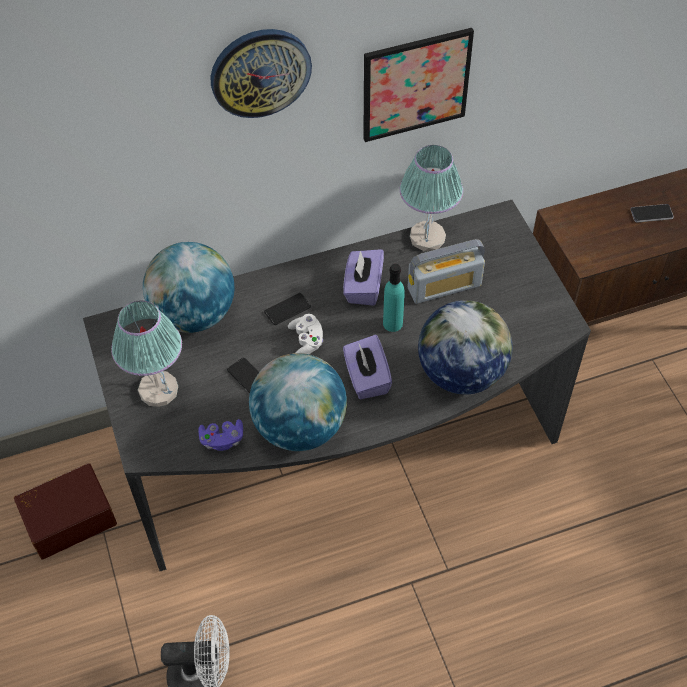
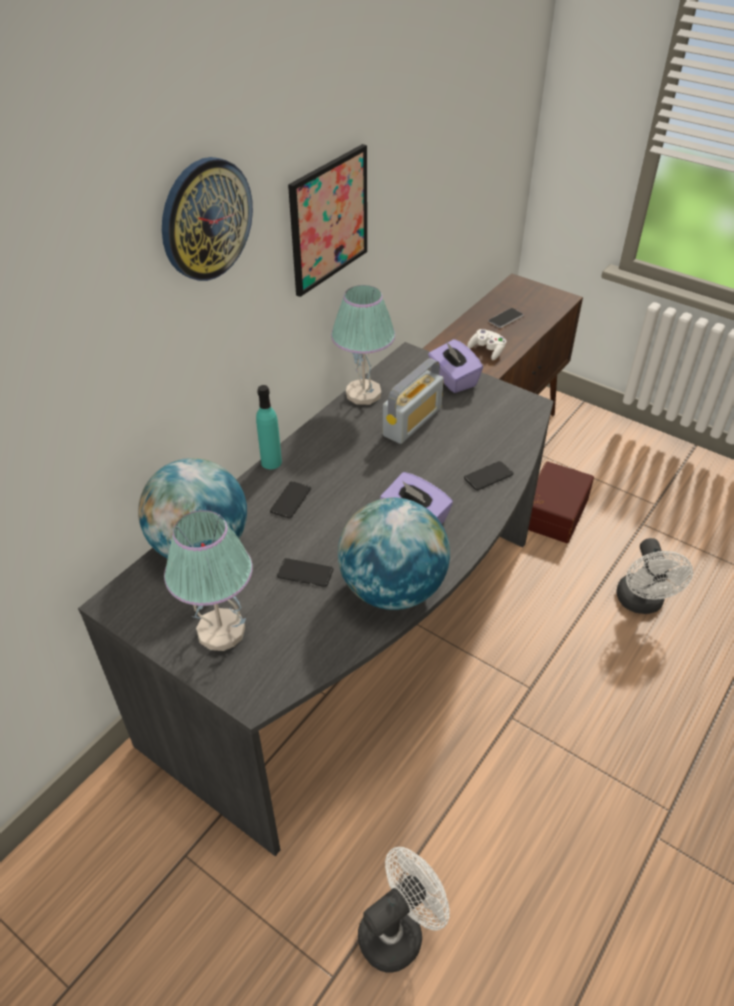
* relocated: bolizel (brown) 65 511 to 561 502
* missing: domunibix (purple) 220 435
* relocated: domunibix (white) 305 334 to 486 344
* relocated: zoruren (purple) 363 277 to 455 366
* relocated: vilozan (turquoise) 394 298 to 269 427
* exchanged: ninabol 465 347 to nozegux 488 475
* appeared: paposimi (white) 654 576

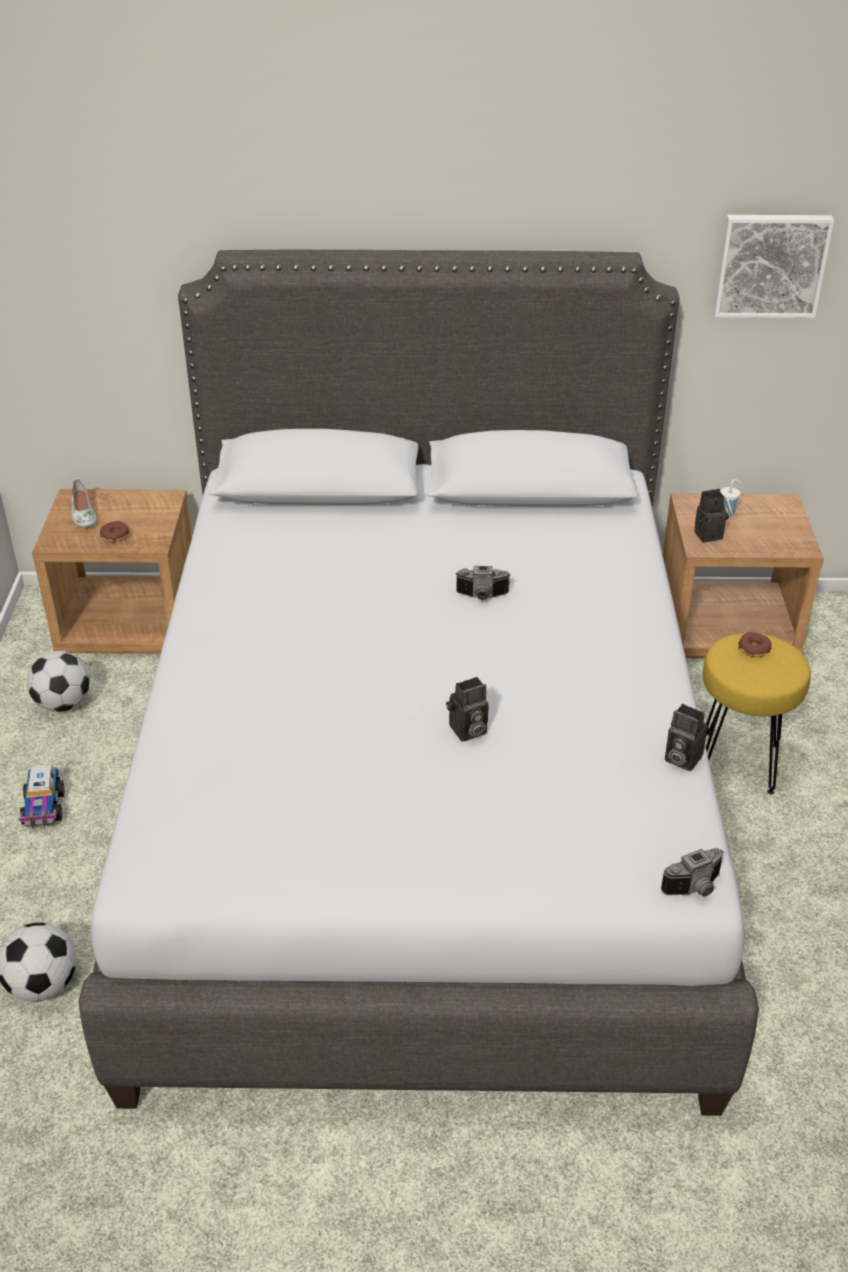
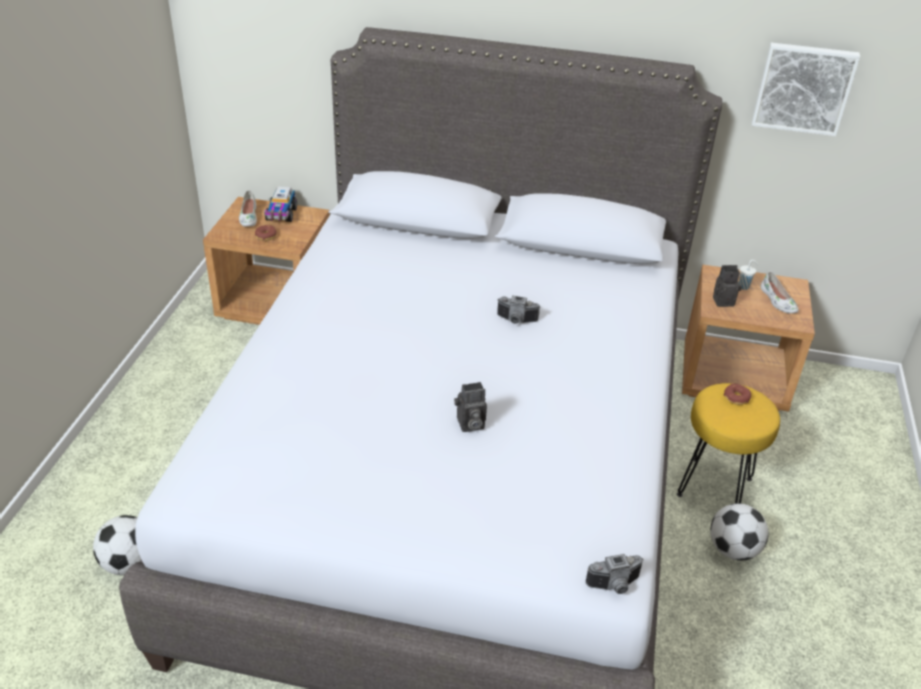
* relocated: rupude 42 797 to 280 204
* relocated: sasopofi 58 681 to 739 531
* missing: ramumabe 686 737
* appeared: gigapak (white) 780 292

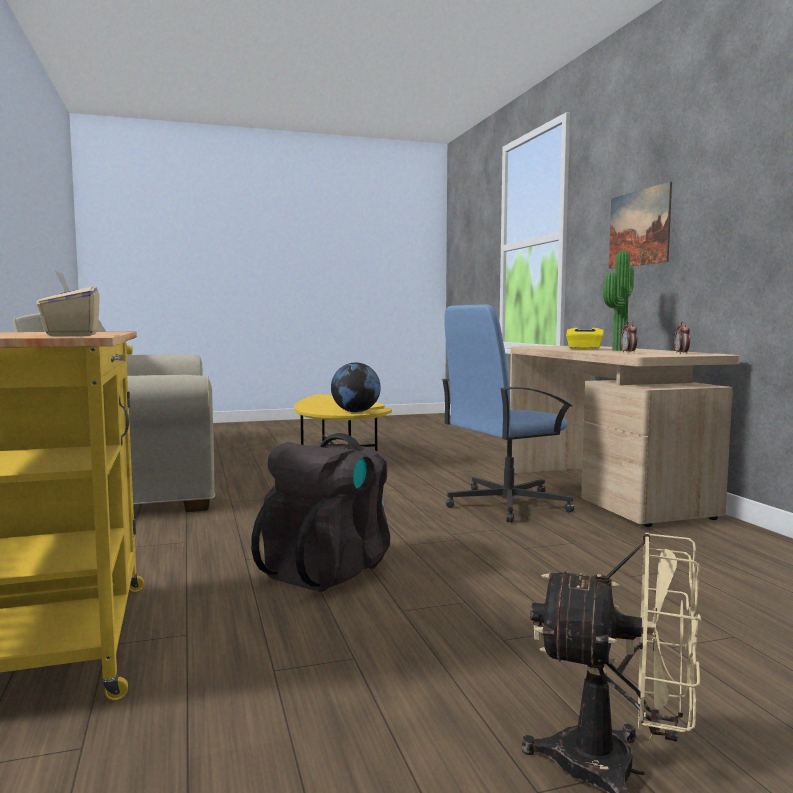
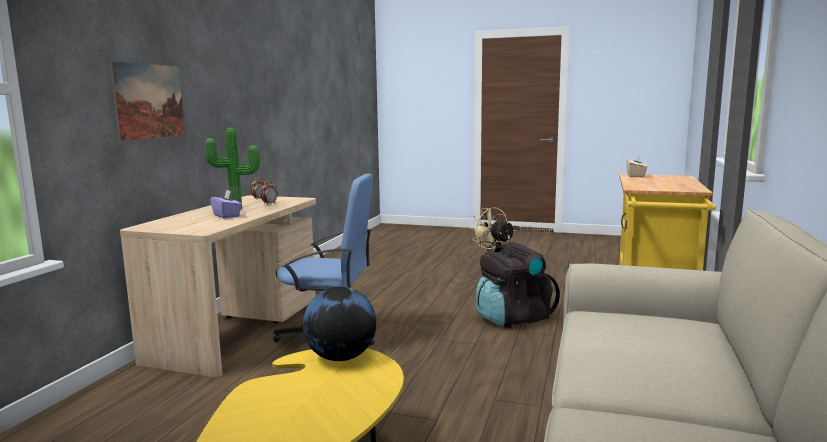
* colour: zoruren (yellow) 585 335 to zoruren (purple) 226 204

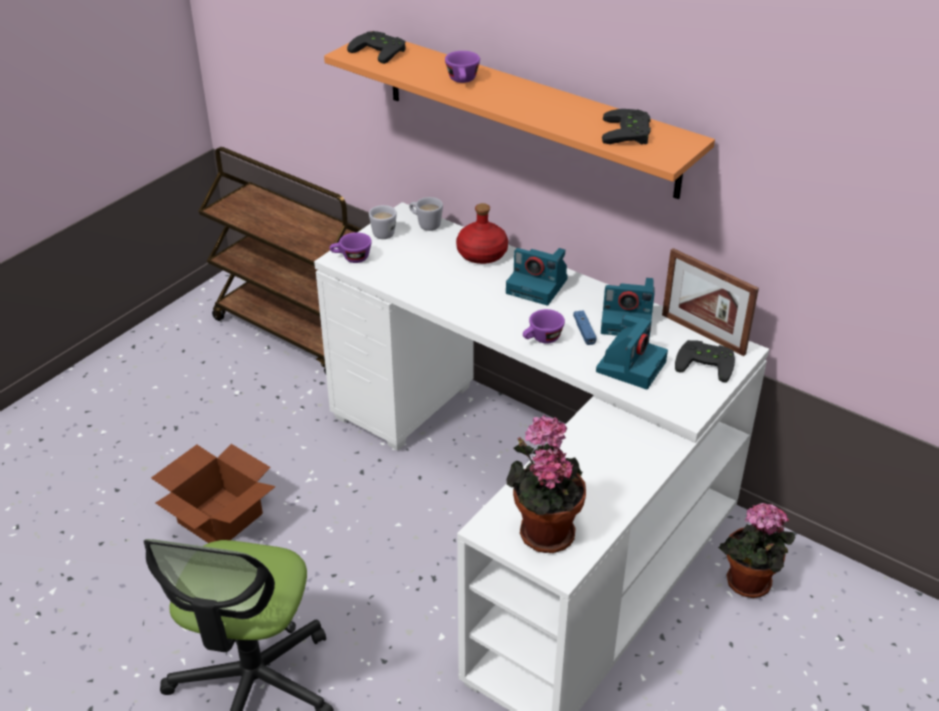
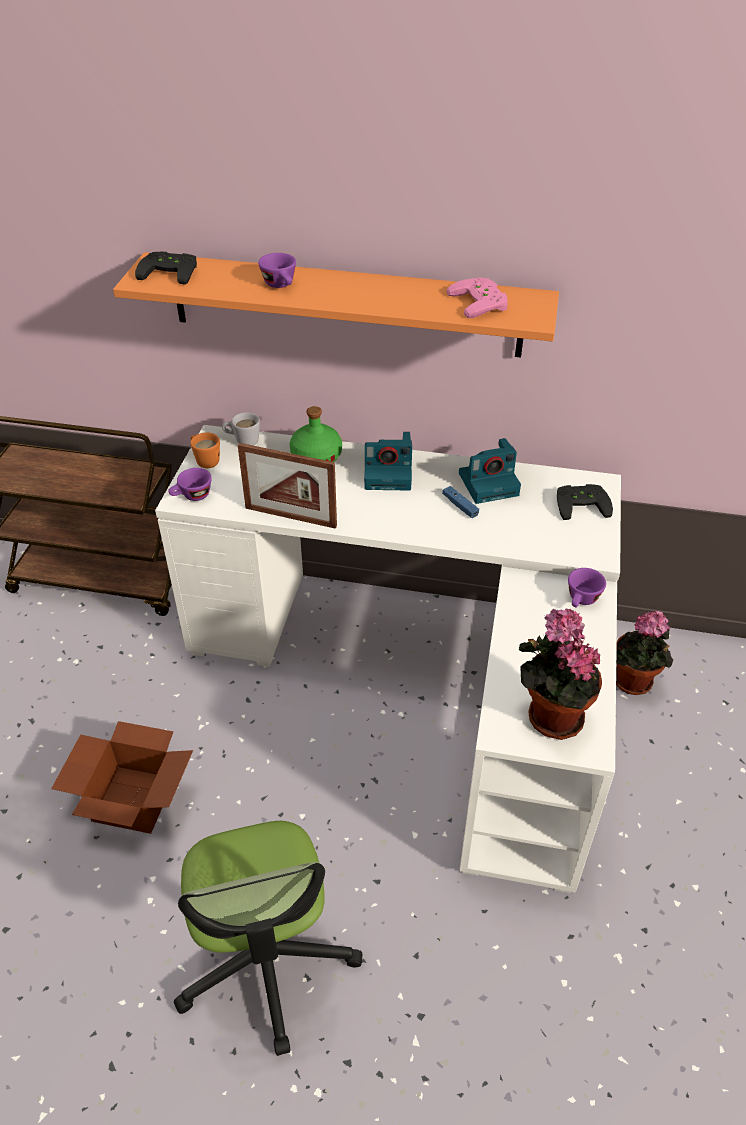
* colour: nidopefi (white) 383 222 to nidopefi (orange) 205 450
* colour: vilozan (red) 482 233 to vilozan (green) 315 434
* relocated: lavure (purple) 544 326 to 587 588
* missing: ramumabe 632 352
* colour: domunibix (black) 626 126 to domunibix (pink) 477 298
* relocated: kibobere 710 302 to 287 486

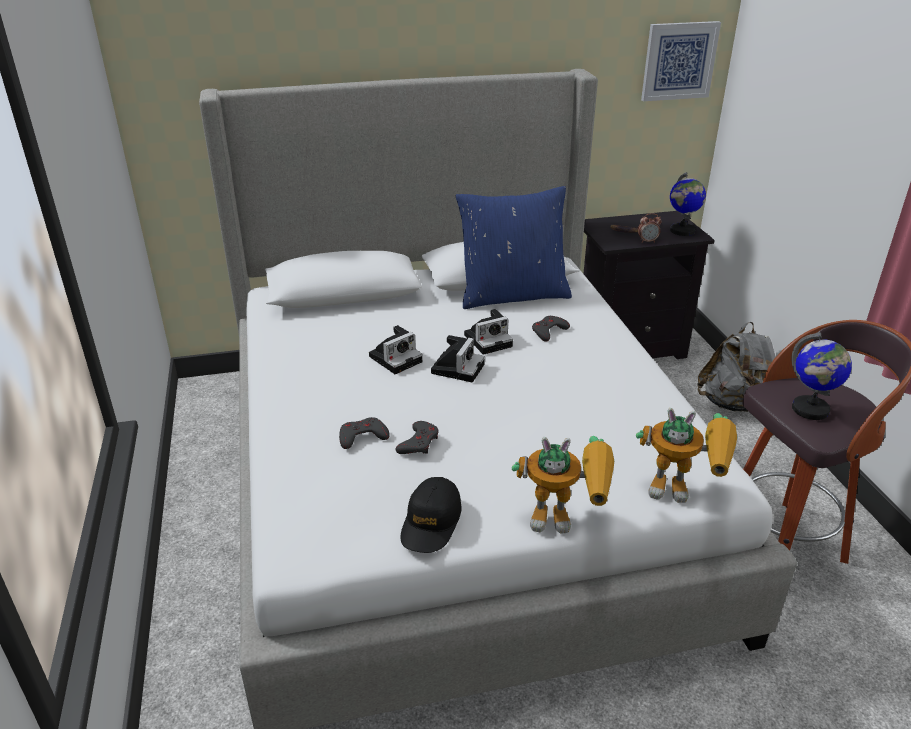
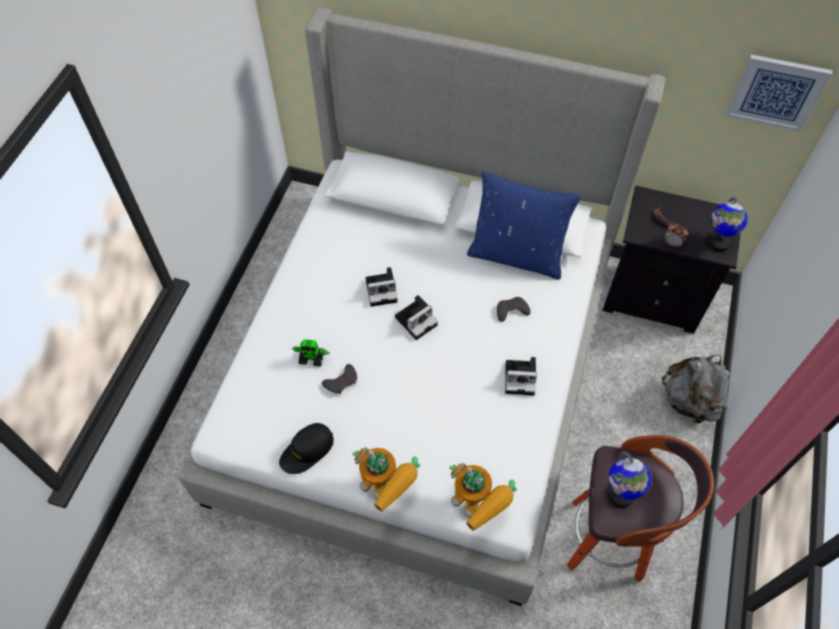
* exchanged: domunibix (grey) 364 433 to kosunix 310 353
* relocated: ramumabe 488 332 to 521 376

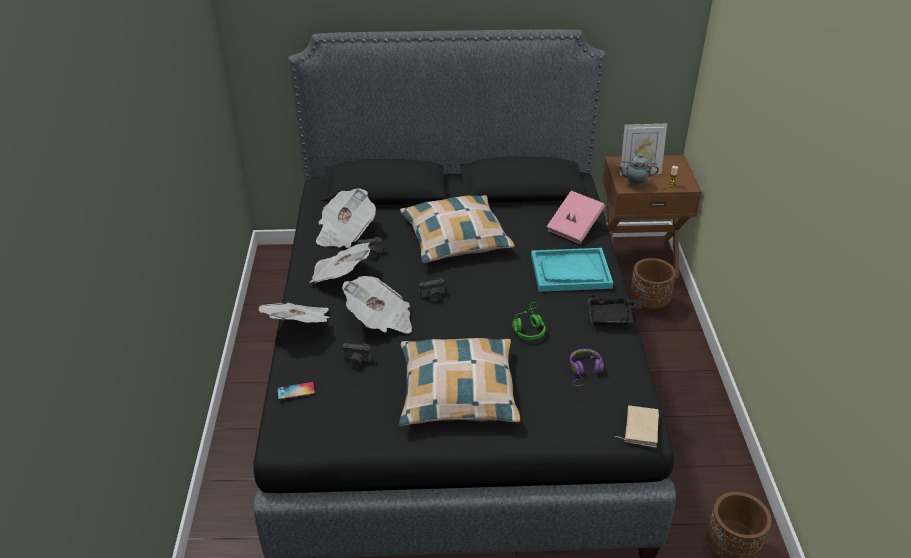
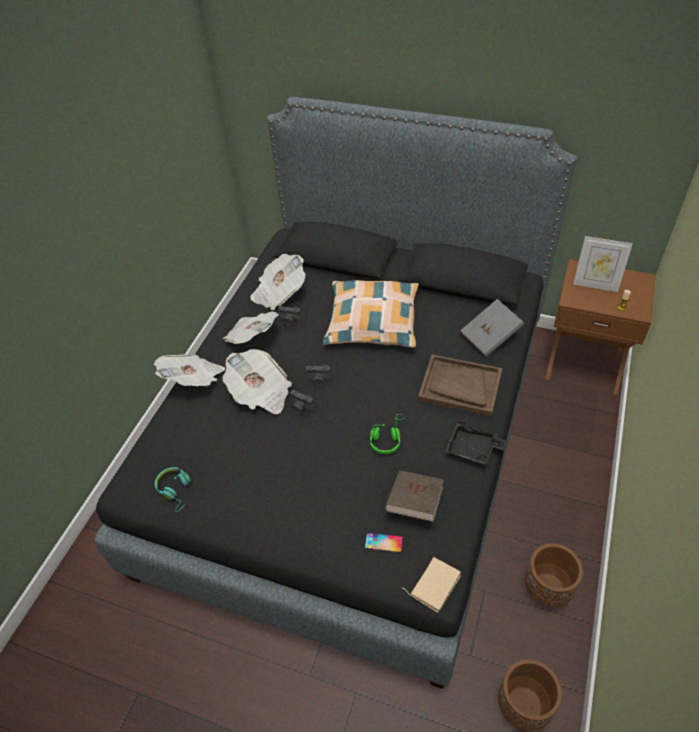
* relocated: nozegux 296 391 to 384 543
* relocated: ramumabe 357 355 to 302 402
* missing: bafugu 459 382
* colour: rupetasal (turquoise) 572 270 to rupetasal (brown) 460 385
* colour: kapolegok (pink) 575 217 to kapolegok (grey) 492 328
* exchanged: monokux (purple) 587 367 to kapolegok (brown) 414 496
* missing: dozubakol 638 170
* relocated: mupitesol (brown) 653 285 to 554 575
* appeared: monokux (turquoise) 173 489

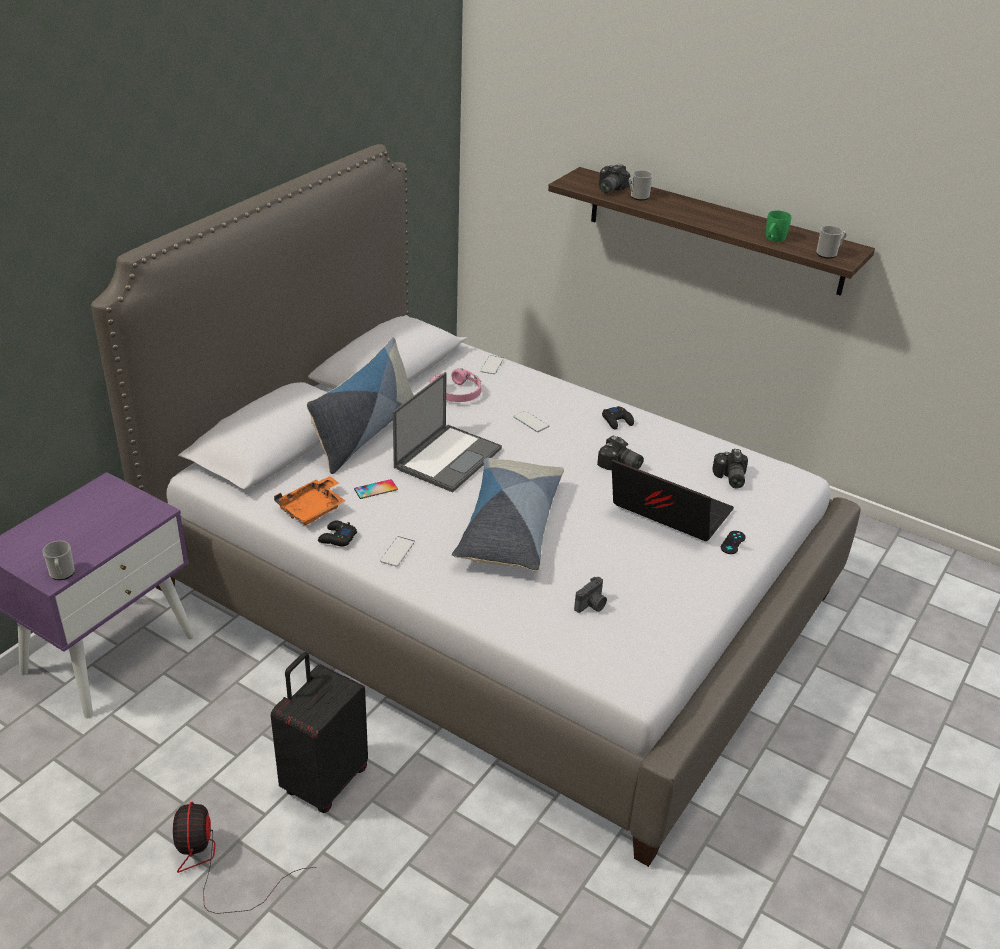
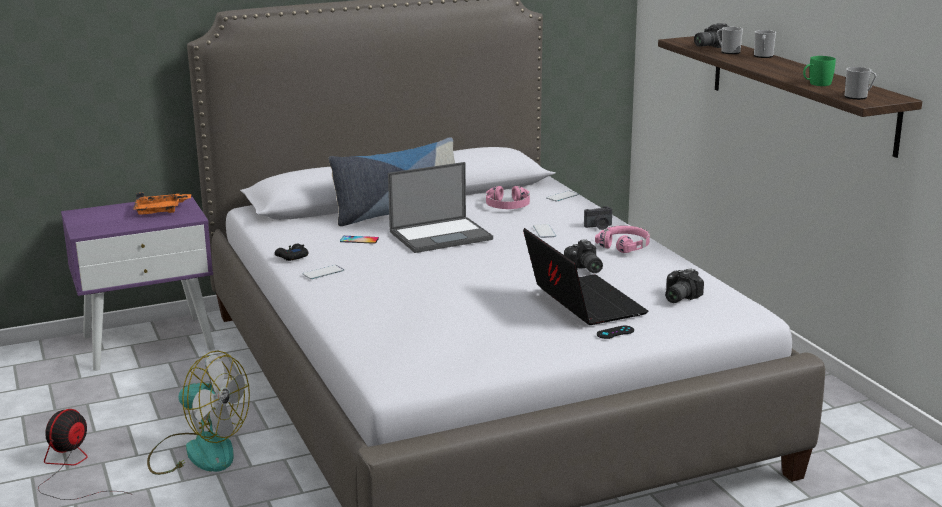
* relocated: nidopefi 58 560 to 765 44
* exchanged: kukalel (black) 319 732 to paposimi 198 412
* relocated: rupetasal (orange) 309 500 to 162 204
* missing: bafugu 508 514
* relocated: ramumabe 590 595 to 598 218
* exchanged: domunibix (black) 618 418 to monokux (pink) 622 239

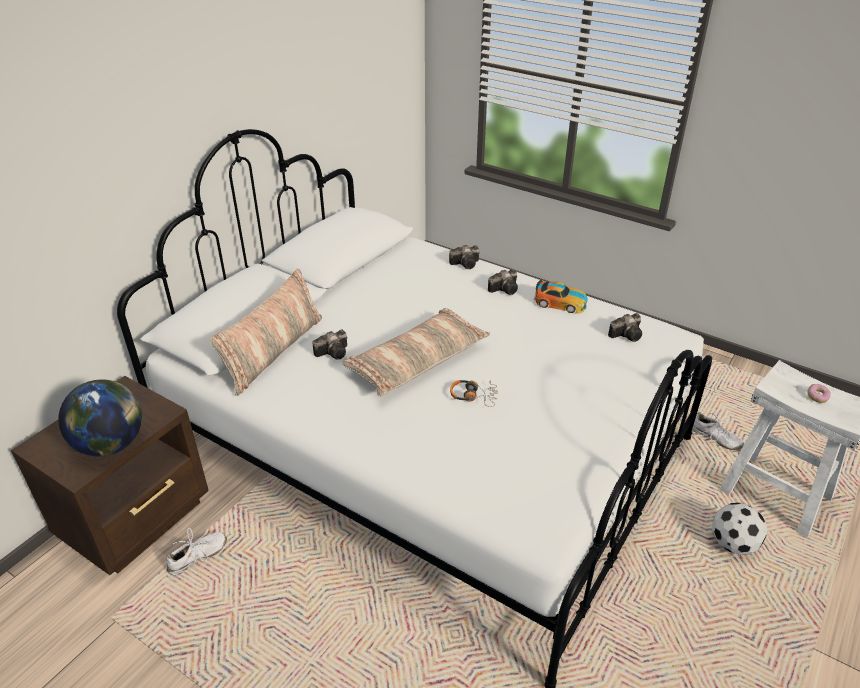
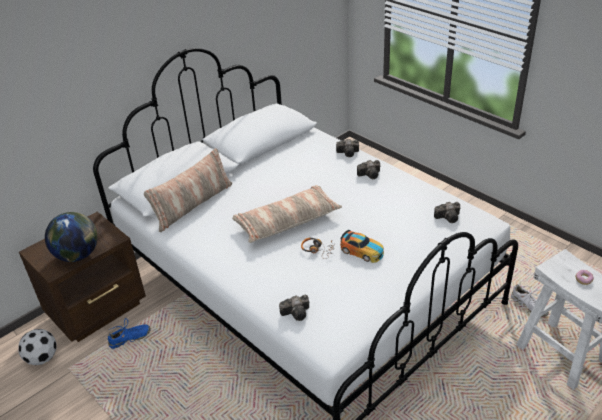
* colour: gigapak (white) 196 552 to gigapak (blue) 129 333
* relocated: ramumabe 329 345 to 294 308
* relocated: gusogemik 560 297 to 362 246
* relocated: sasopofi 739 528 to 37 347

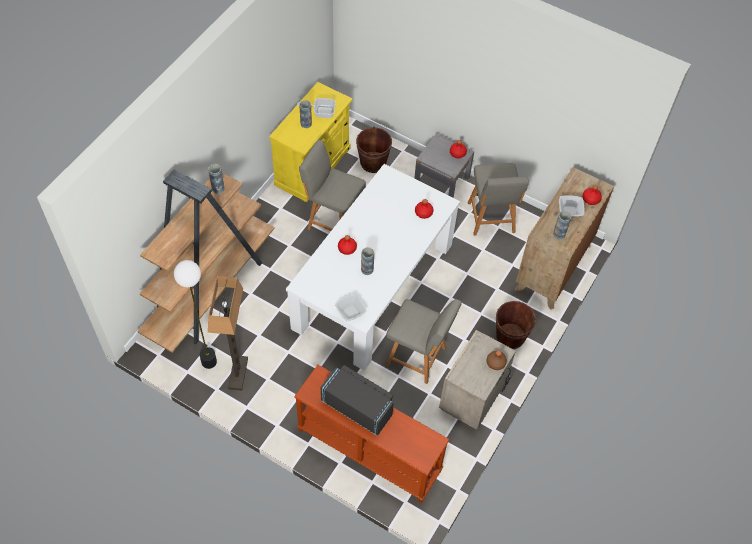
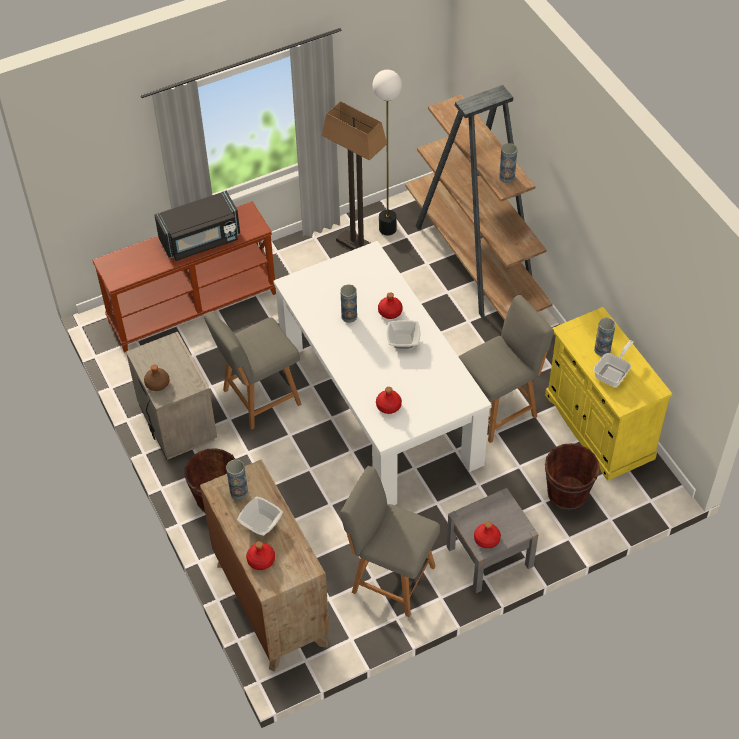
* relocated: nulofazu 351 307 to 404 334

